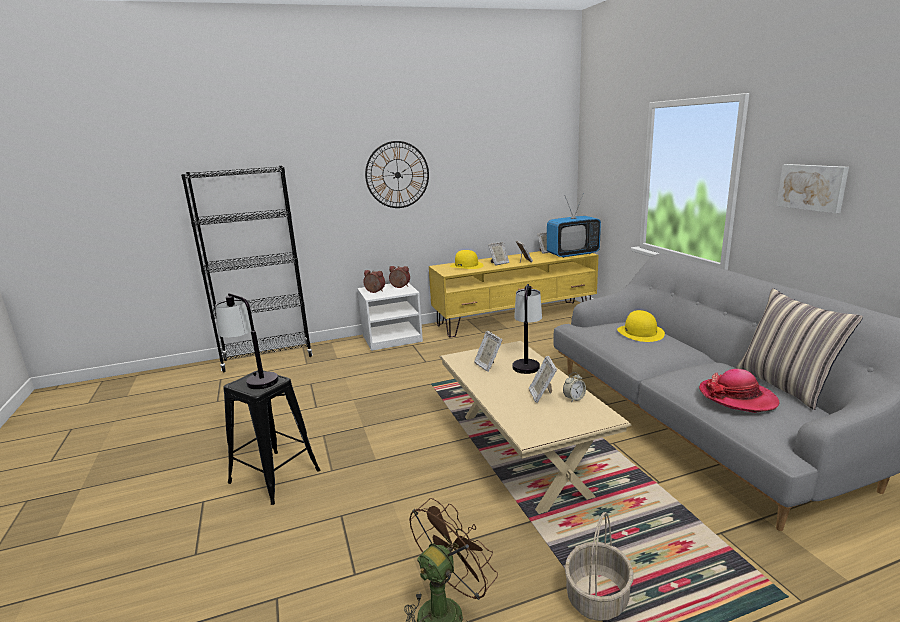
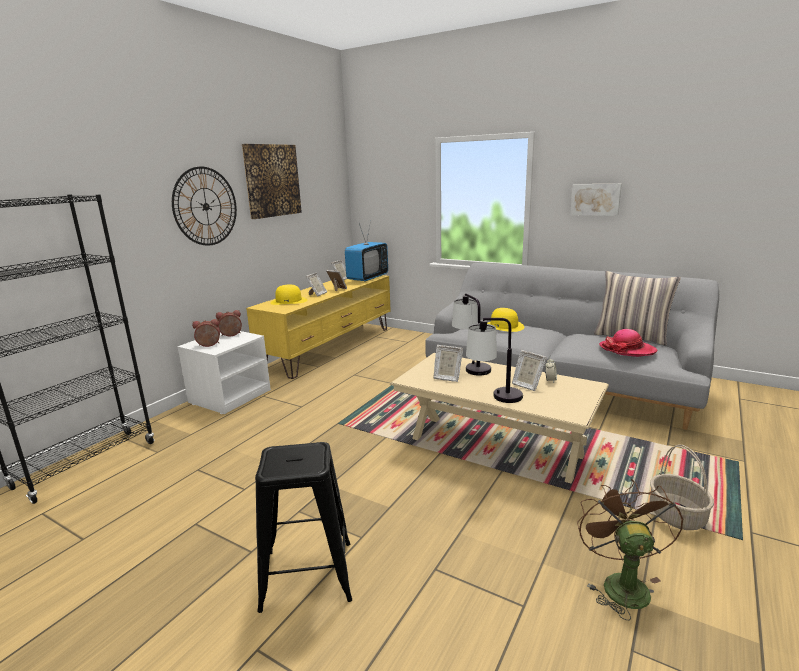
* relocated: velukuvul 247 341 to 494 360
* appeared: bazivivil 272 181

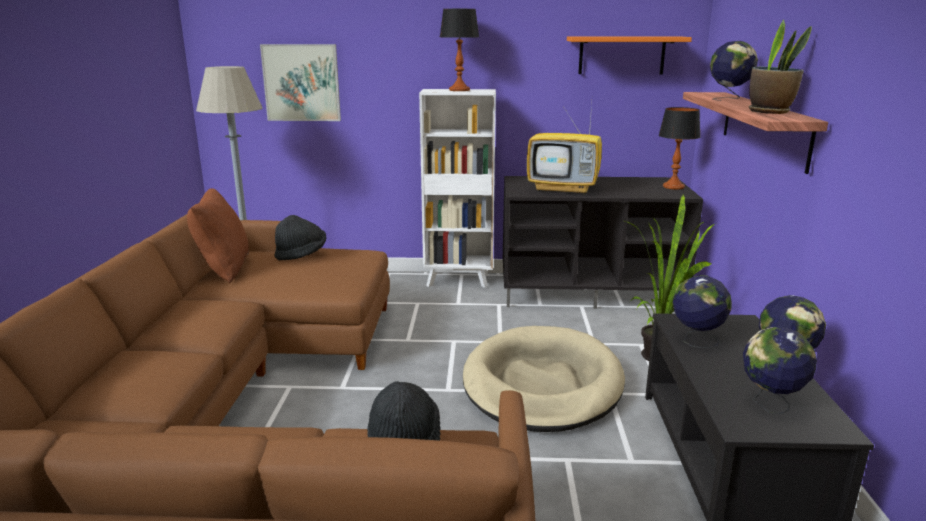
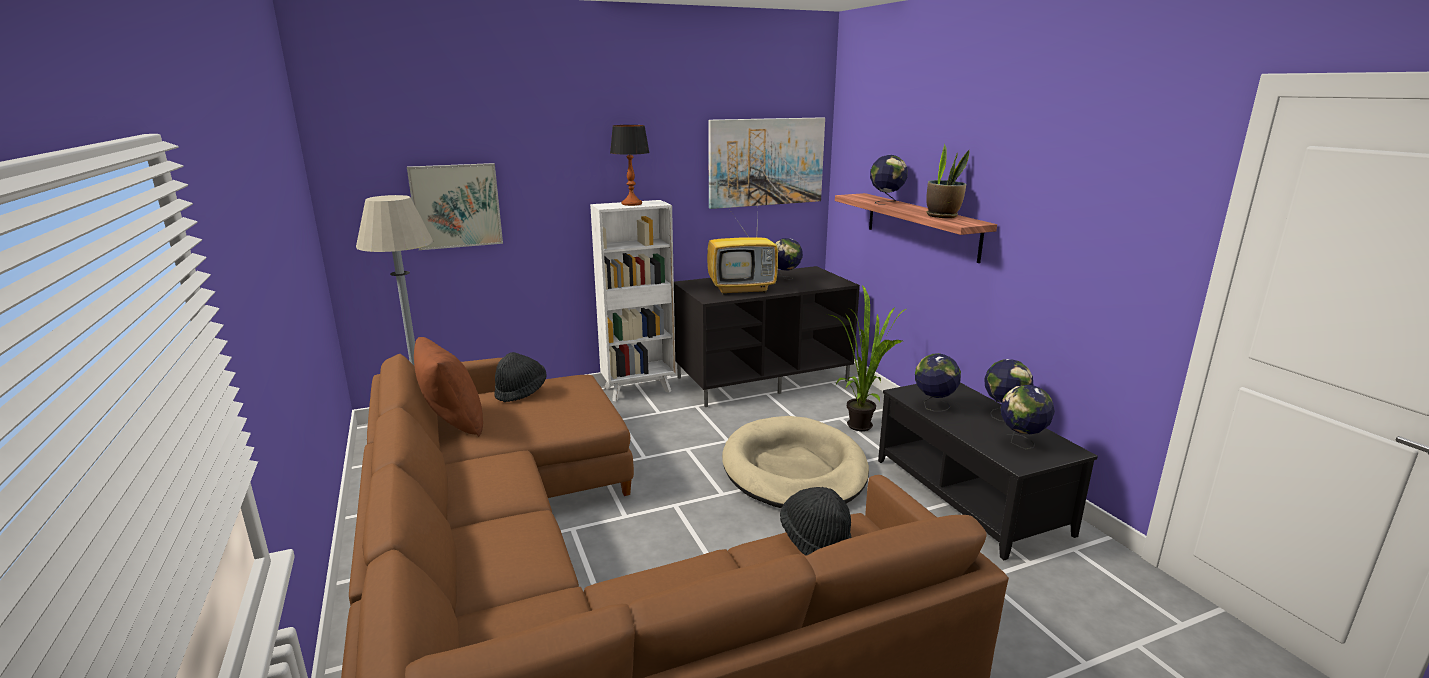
* exchanged: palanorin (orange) 629 55 to bazivivil 766 163
* missing: velukuvul 679 148
* appeared: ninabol 789 259

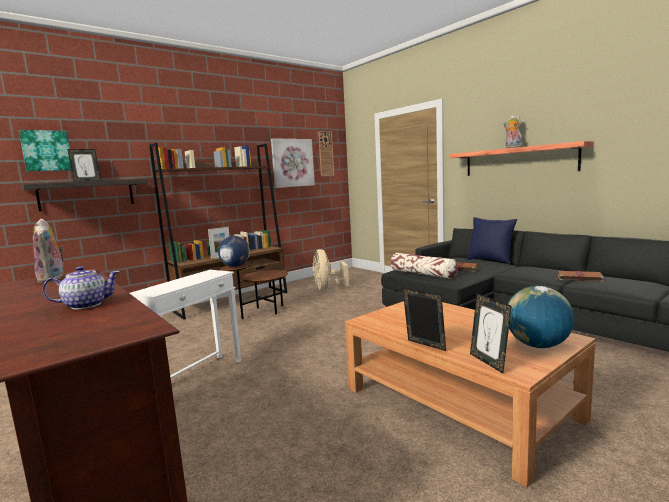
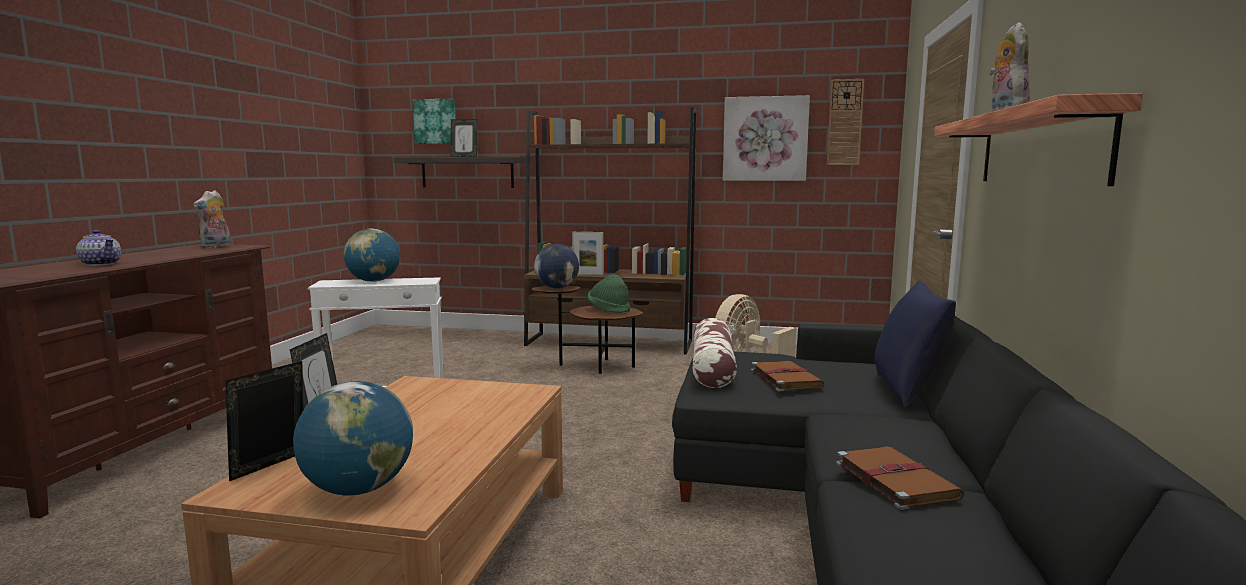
* appeared: ninabol 372 255
* appeared: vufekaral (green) 608 293

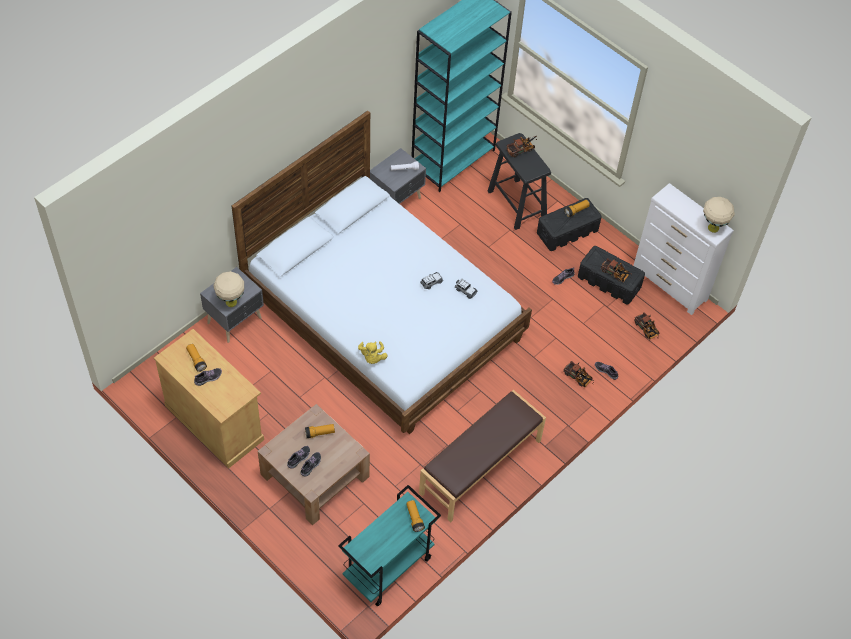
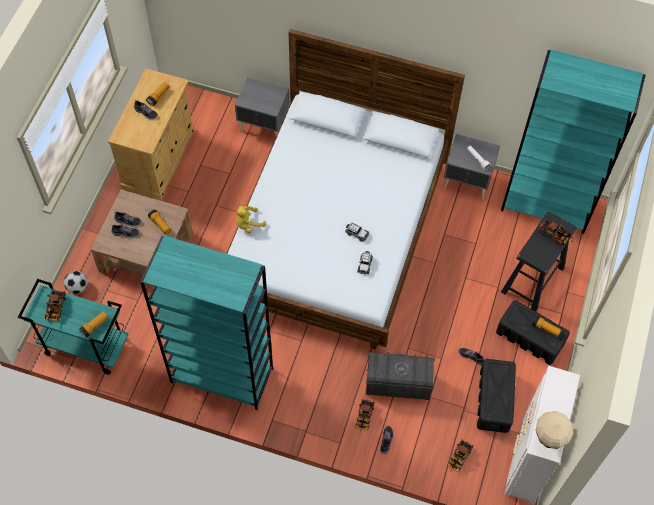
* missing: velukuvul (beige) 228 289
* exchanged: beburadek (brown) 482 456 to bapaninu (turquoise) 206 322
* relocated: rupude 616 270 to 55 305
* appeared: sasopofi 76 282
* appeared: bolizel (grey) 400 375

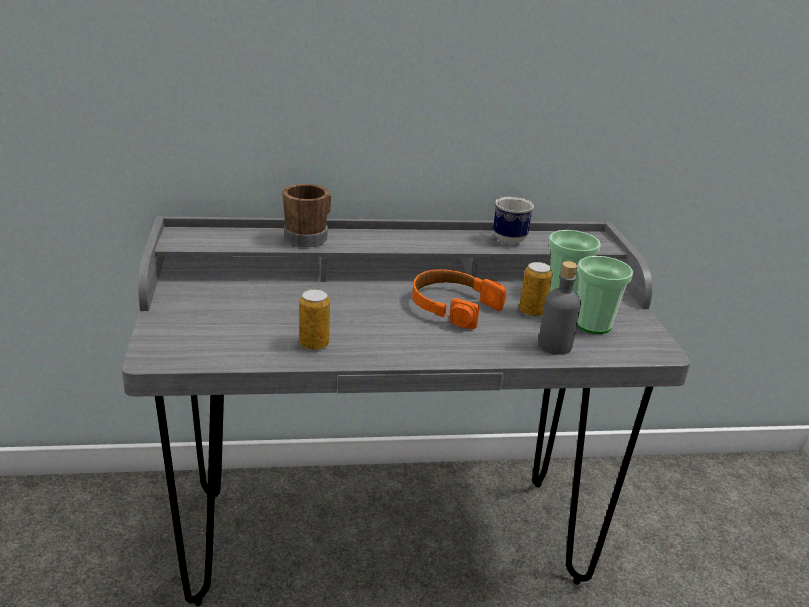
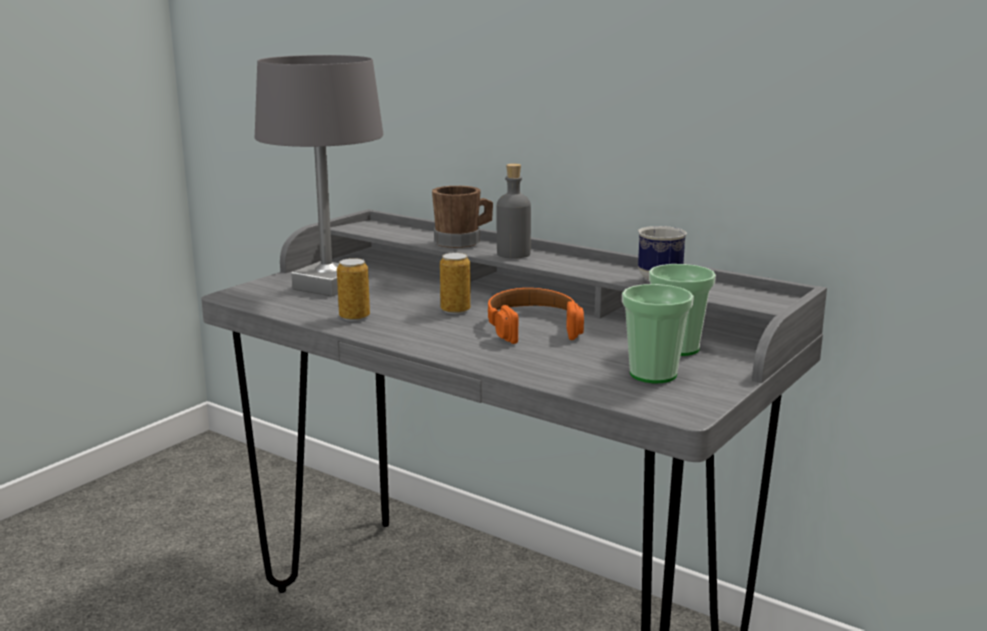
* relocated: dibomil 536 289 to 455 283
* relocated: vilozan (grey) 559 308 to 514 211
* appeared: velukuvul (grey) 319 176

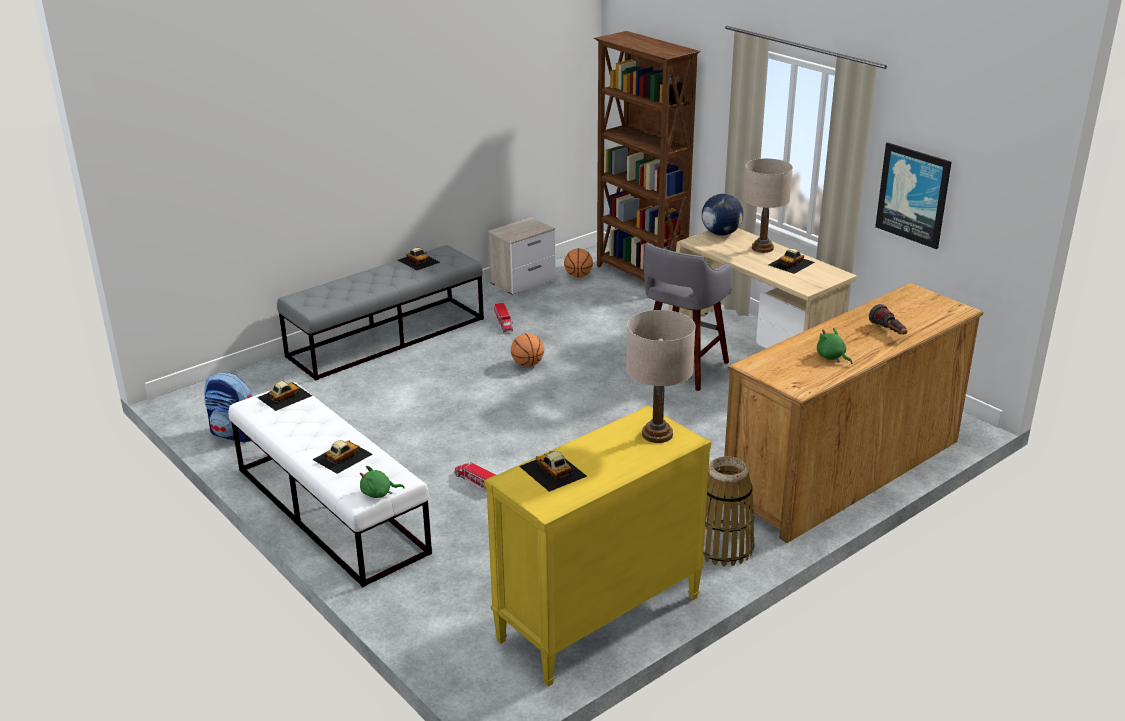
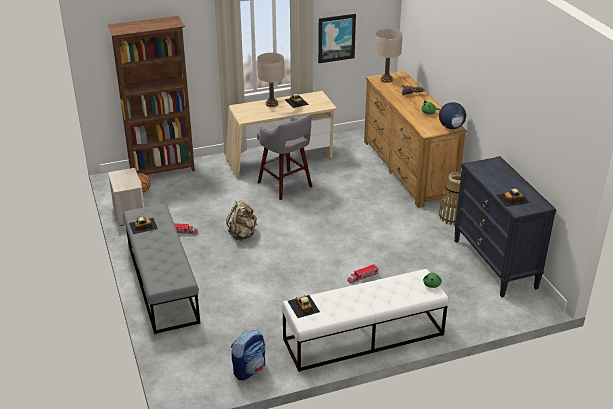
* missing: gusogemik 342 457
* colour: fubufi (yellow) 597 546 to fubufi (black) 505 226
* exchanged: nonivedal 527 350 to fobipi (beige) 241 221
* relocated: velukuvul (beige) 661 376 to 389 56
* relocated: ninabol 722 214 to 452 115

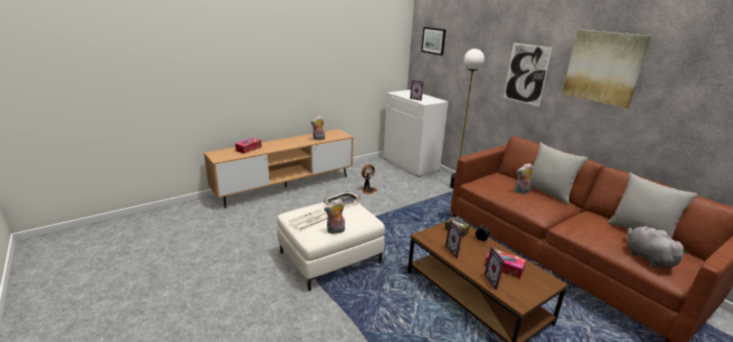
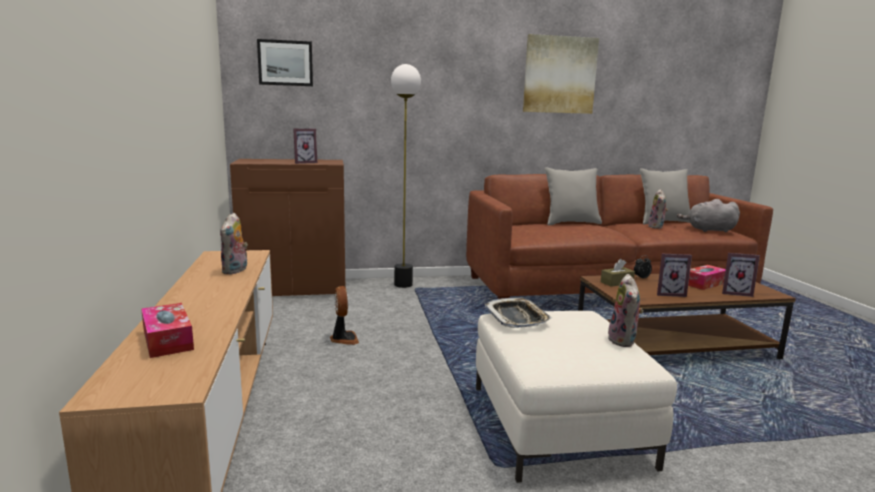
* missing: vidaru 308 220
* colour: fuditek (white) 415 133 to fuditek (brown) 287 227
* missing: bazivivil 528 74
* relocated: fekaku 523 178 to 658 209

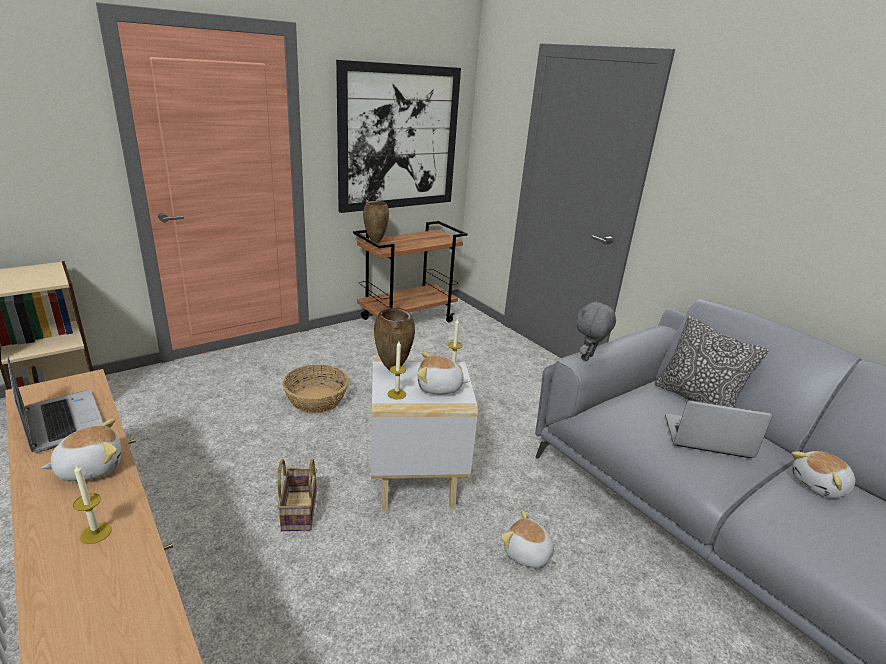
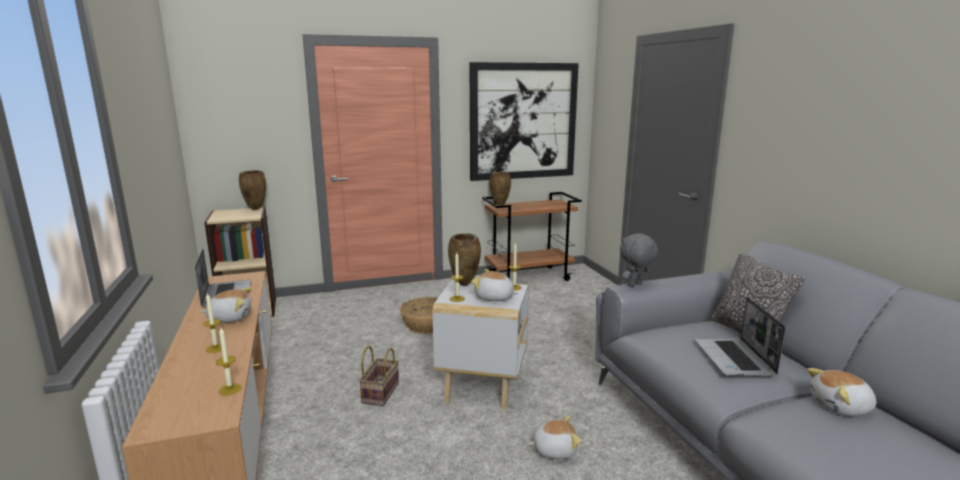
* spun: fekaku 529 539 = 554 437 120 degrees clockwise
* spun: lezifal 719 429 = 740 336 120 degrees counterclockwise
* appeared: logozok 229 362
* appeared: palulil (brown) 252 190

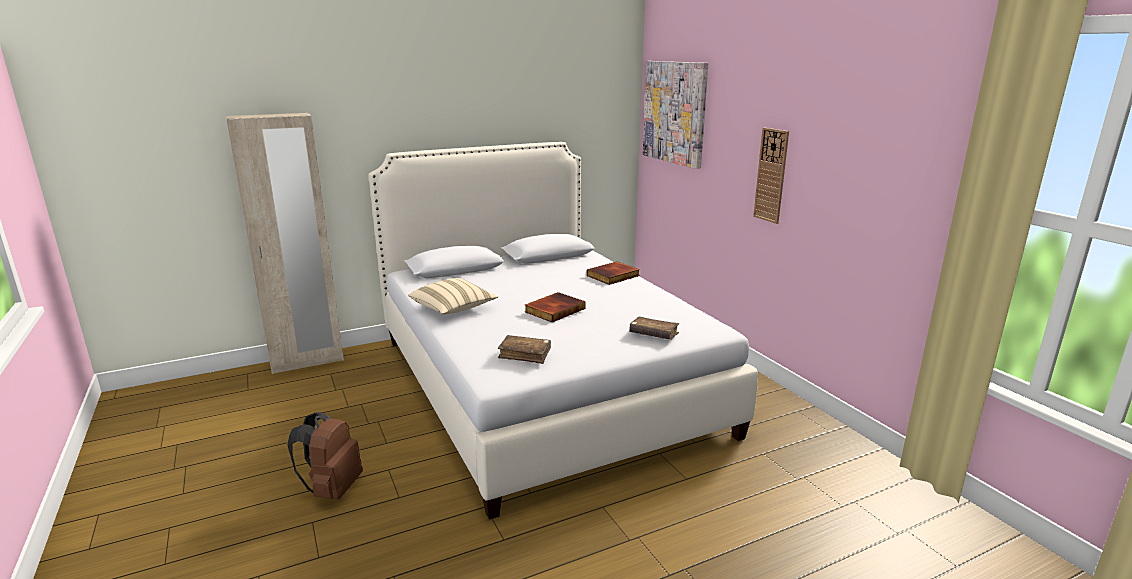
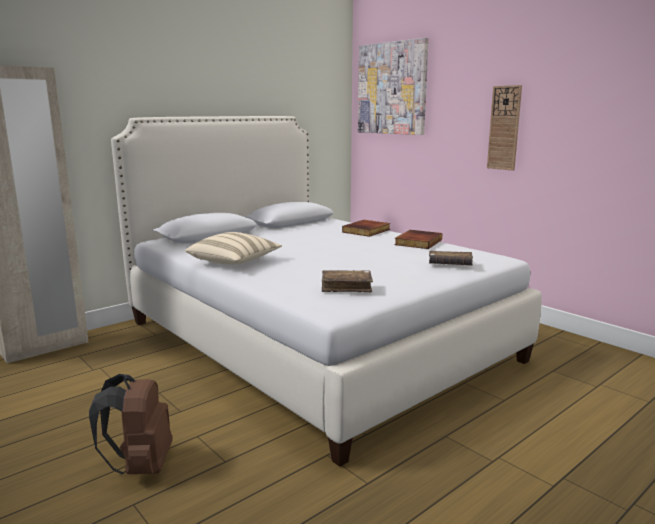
* relocated: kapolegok 555 307 to 418 239

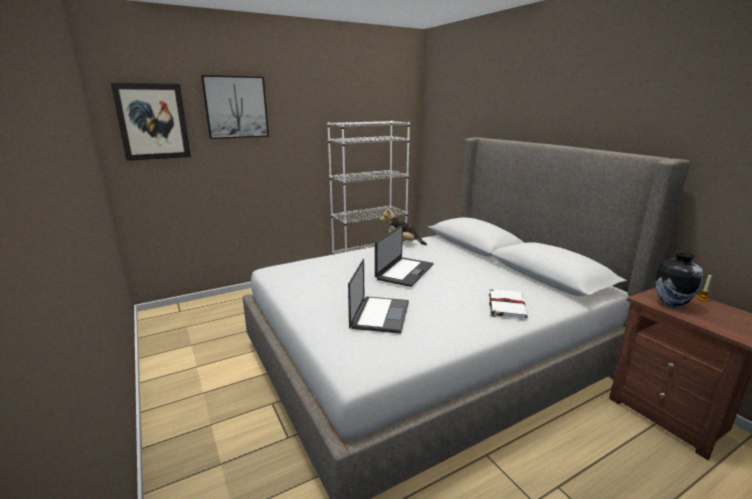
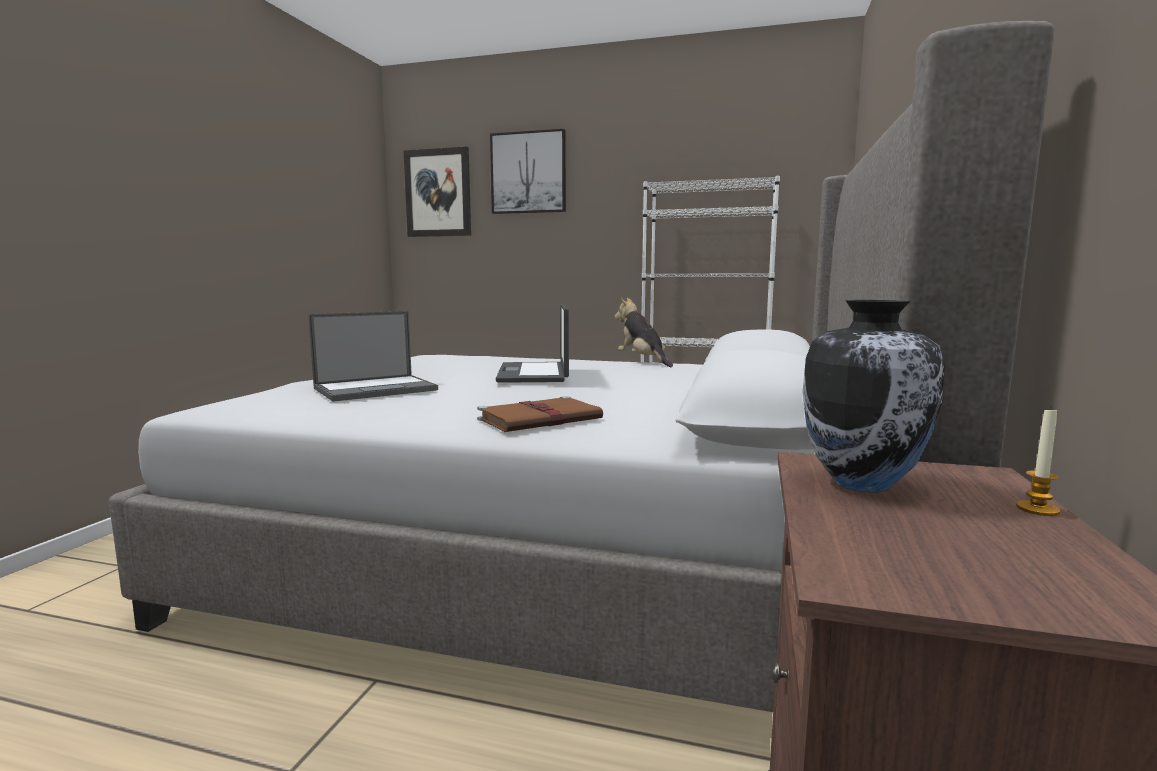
* spun: lezifal 404 256 = 532 343 105 degrees clockwise
* colour: kapolegok (white) 508 304 to kapolegok (brown) 540 414

